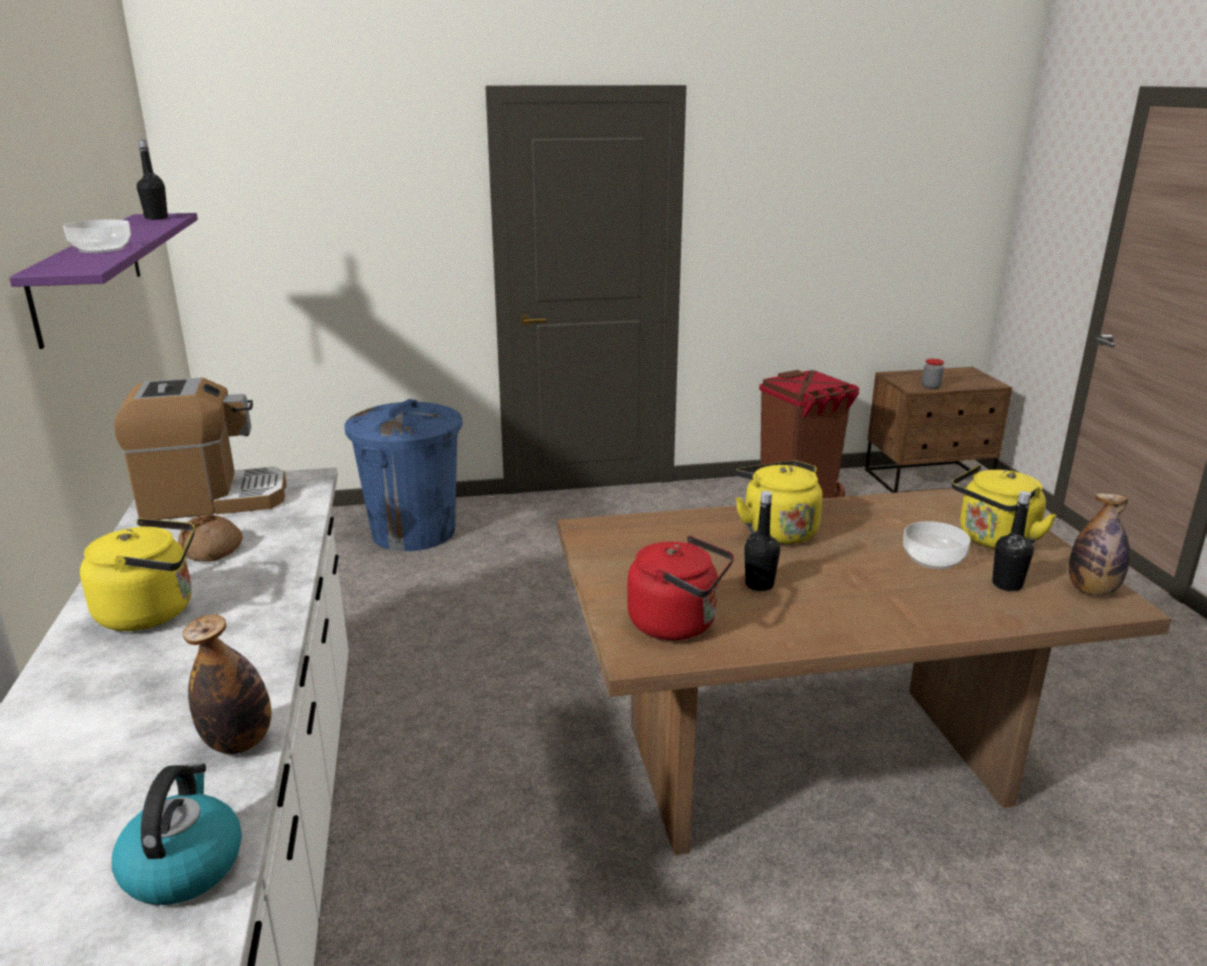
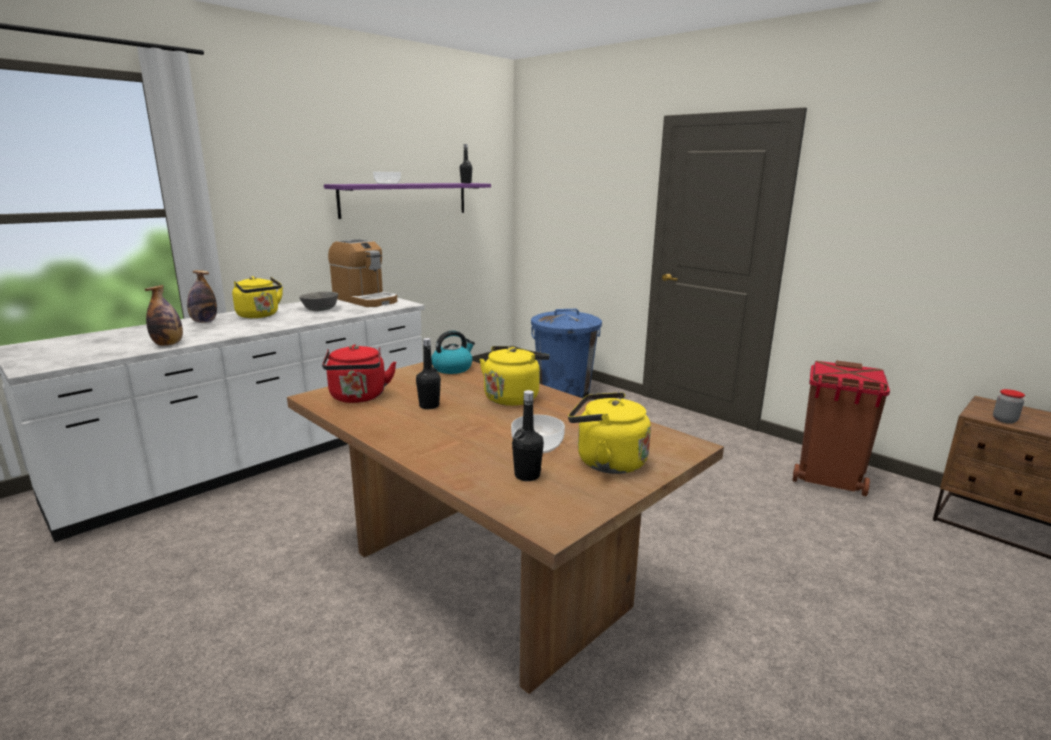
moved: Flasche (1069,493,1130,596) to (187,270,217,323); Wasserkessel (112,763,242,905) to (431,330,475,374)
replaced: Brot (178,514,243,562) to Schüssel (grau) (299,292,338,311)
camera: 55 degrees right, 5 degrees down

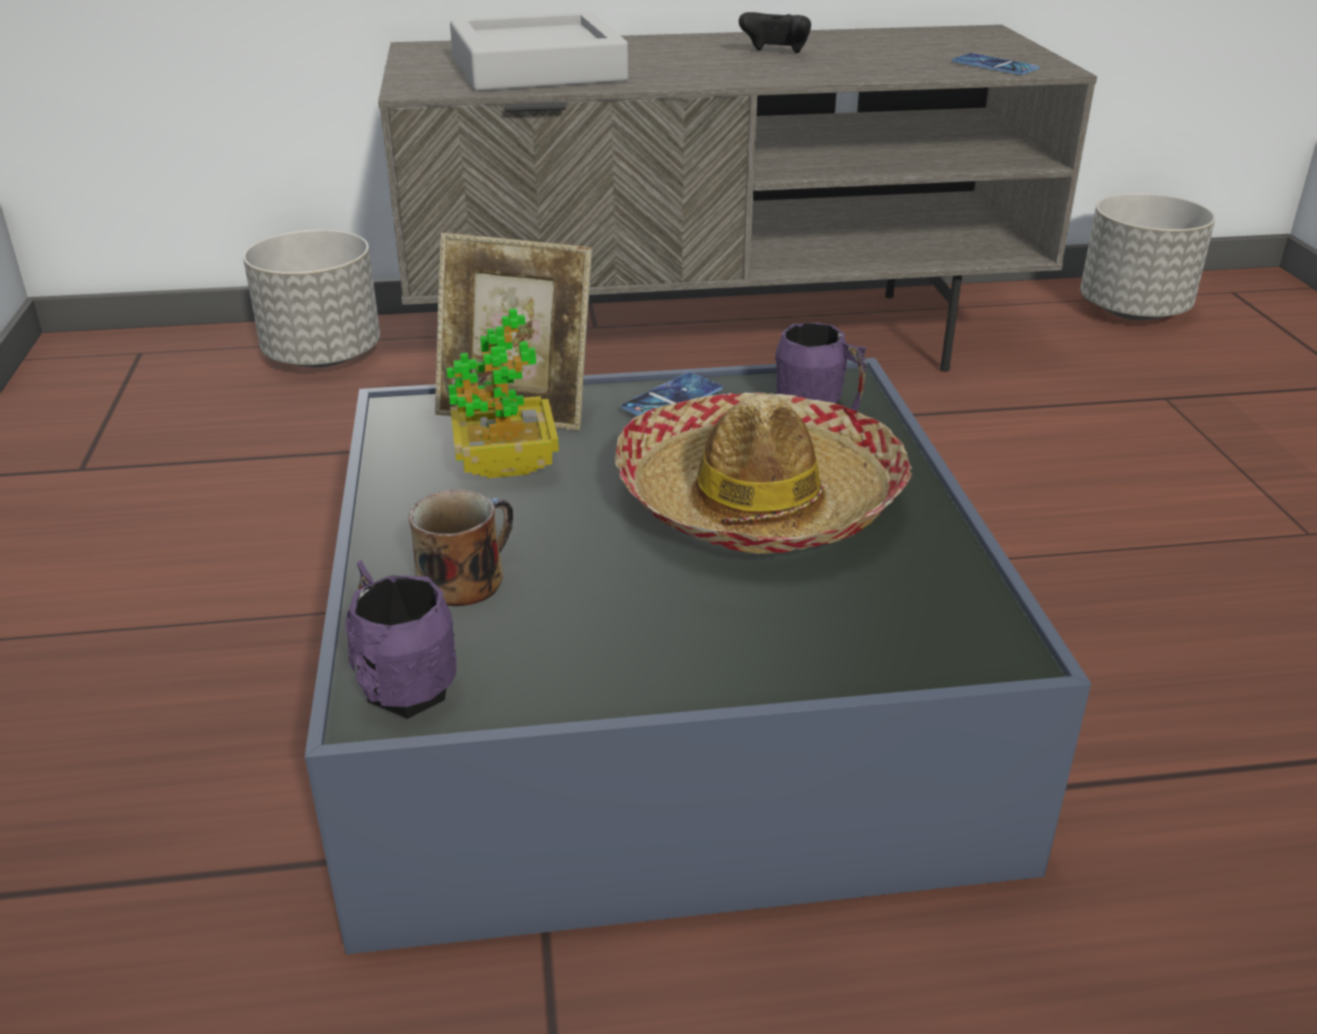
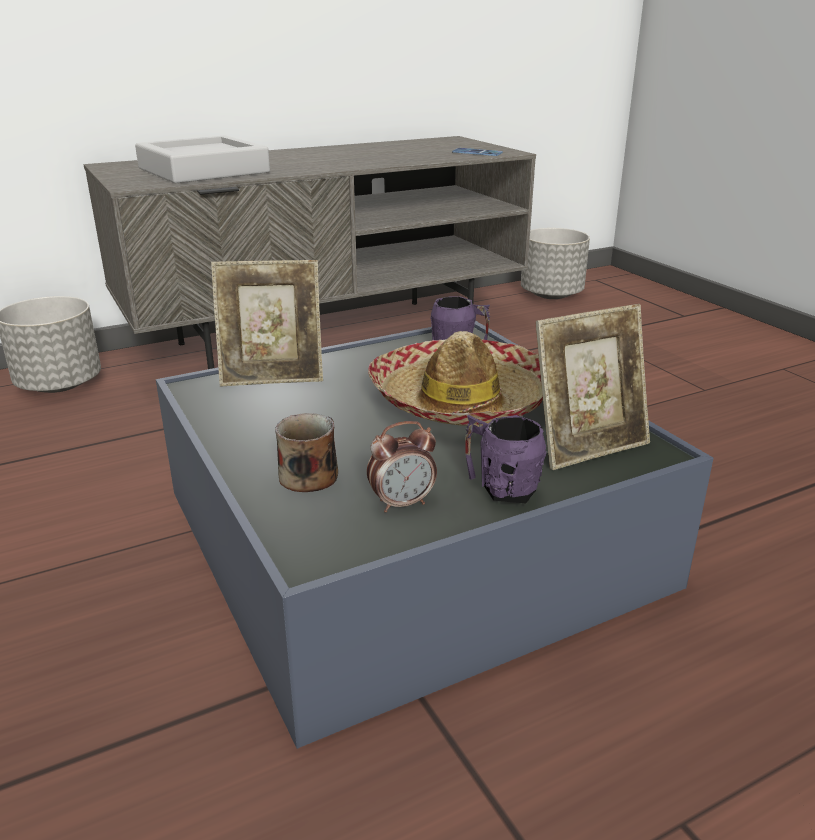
removed: Gamepad (schwarz) (739,12,811,53); Topfpflanze (447,308,559,478); Handy (621,372,722,416)
added: Bilderrahmen (535,304,650,470); Wecker (367,421,437,513)
moved: Henkelbecher (lila) (345,560,457,719) to (466,414,546,503)
camera: 20 degrees left, 5 degrees down

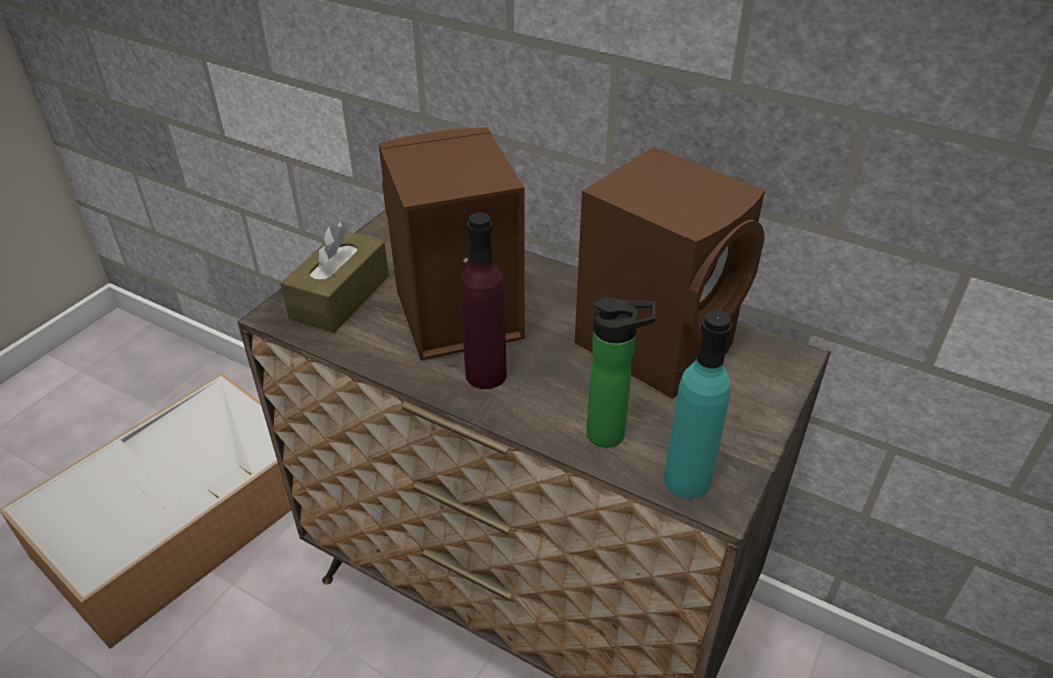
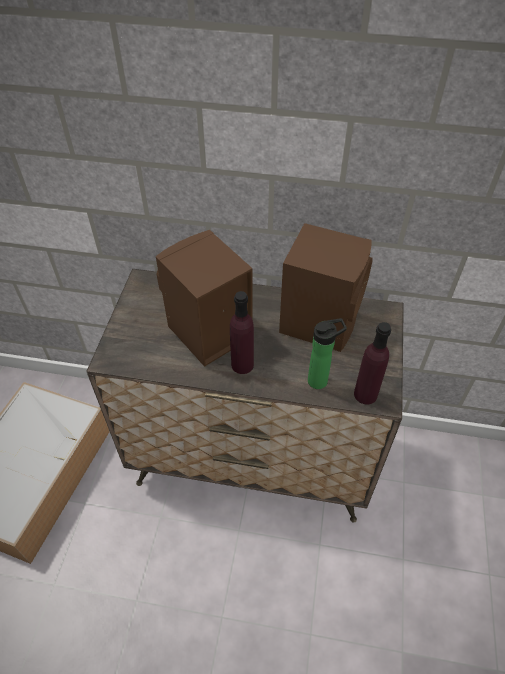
removed: Taschentuchbox (braun) (280,221,389,333)
recoloured: Flasche (türkis) (664,310,732,499) to Flasche (lila) (354,322,391,405)
camera: 20 degrees left, 10 degrees up

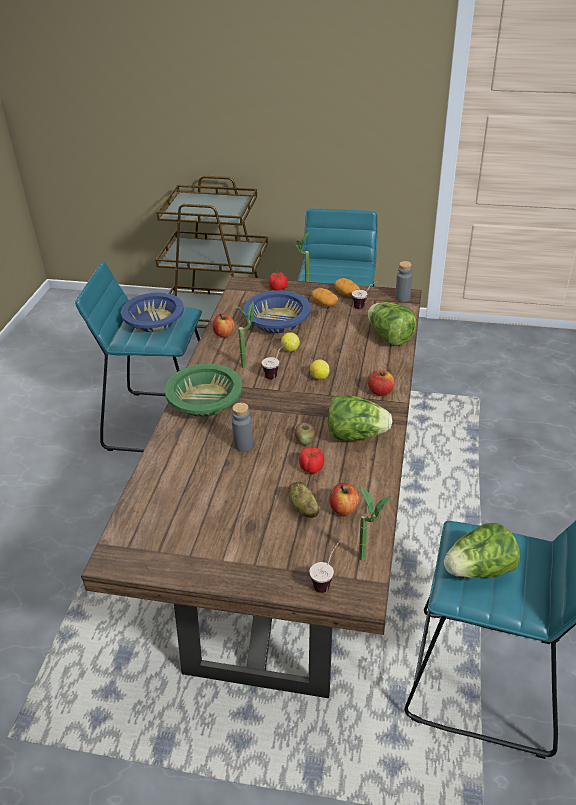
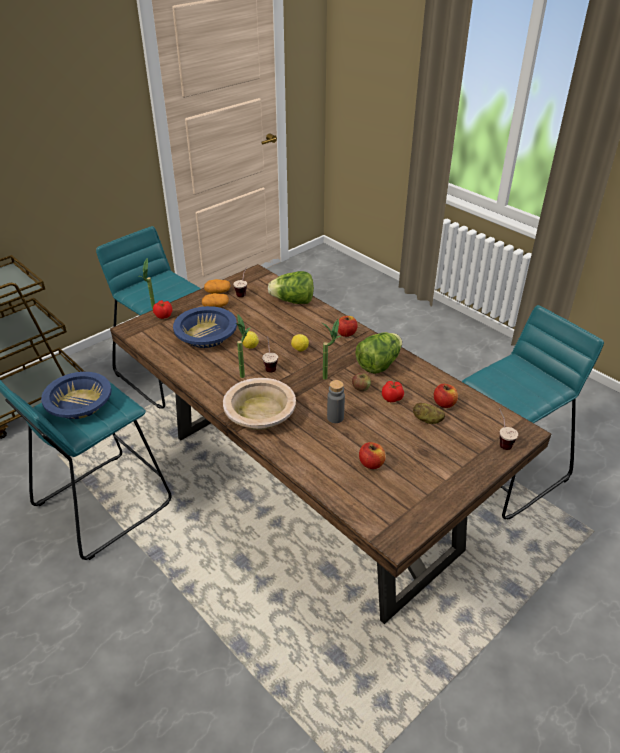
removed: Flasche (grau) (395,261,412,302); Salatkopf (444,523,520,578)
moved: Apfel (212,313,234,337) to (359,442,385,469); Topfpflanze (359,486,391,561) to (322,319,341,380)
recoloured: Schüssel (grün) (165,364,243,417) to Schüssel (beige) (223,378,296,430)
camera: 55 degrees left, 0 degrees up

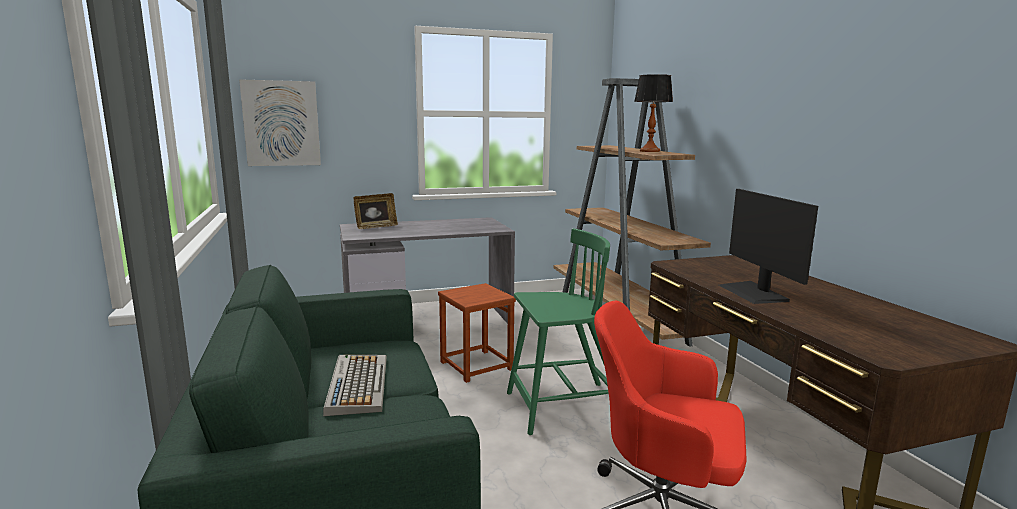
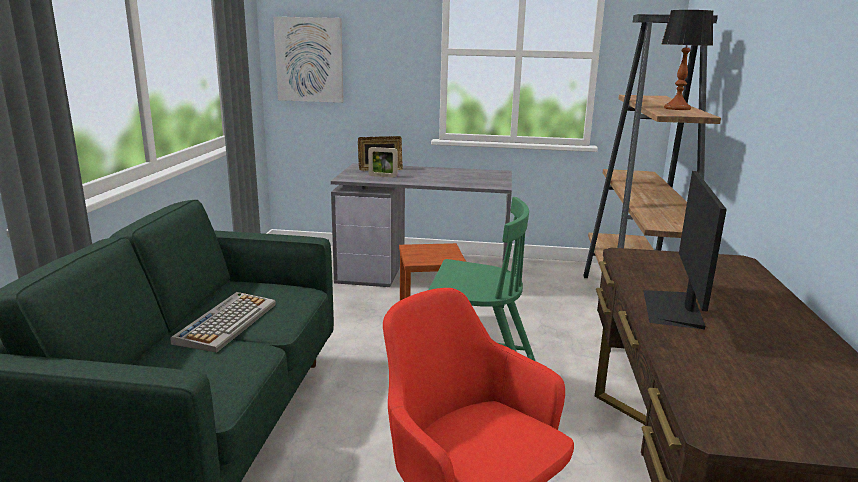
added: Bilderrahmen (368,147,398,178)
camera: 25 degrees right, 5 degrees up

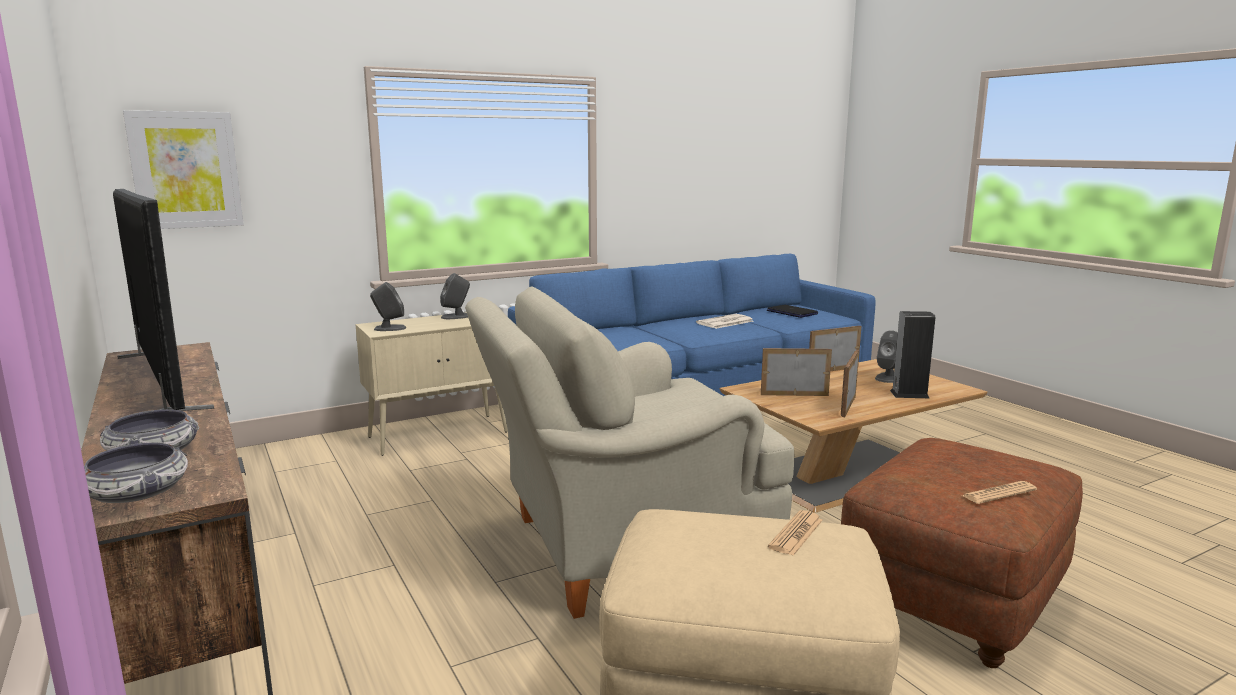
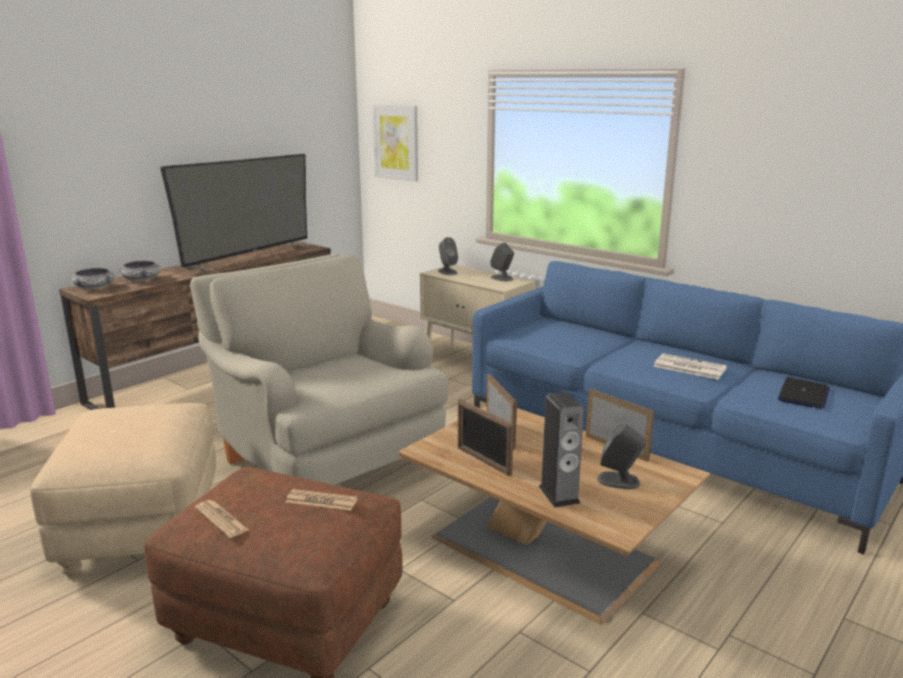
moved: Zeitung (768,510,823,556) to (286,489,358,511)
turned: Bilderrahmen (841,350,859,417) = (458,399,514,476) 135 degrees counterclockwise
camera: 70 degrees right, 5 degrees up

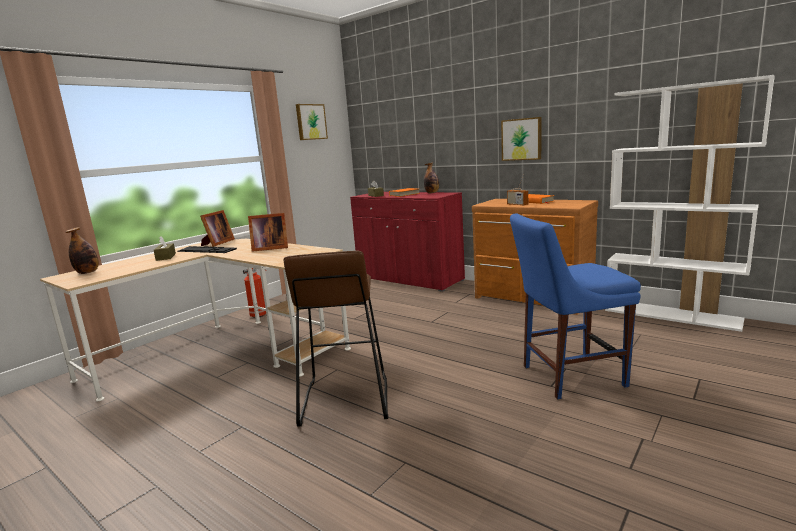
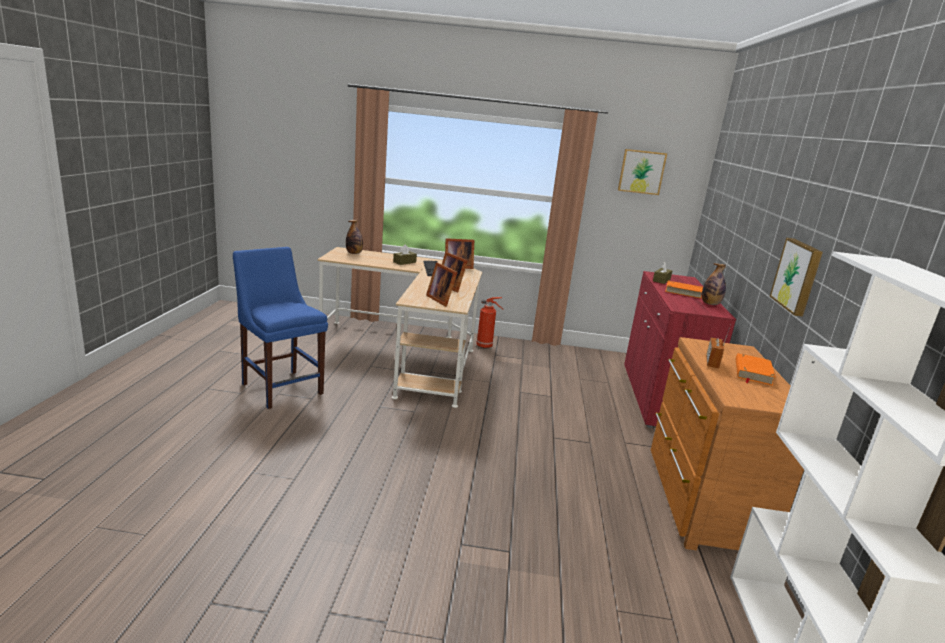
removed: Hocker (braun) (284,250,388,427)
added: Bilderrahmen (426,262,458,307)
moved: Stuhl (blau) (510,214,641,399) to (233,247,328,409)
camera: 55 degrees right, 5 degrees up

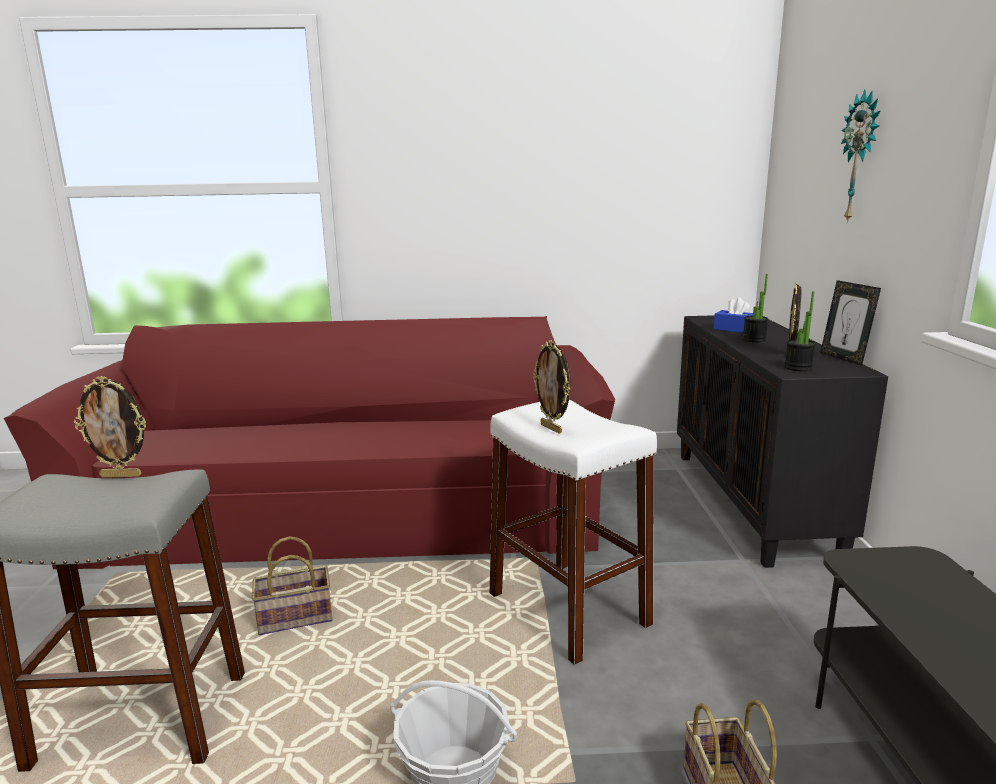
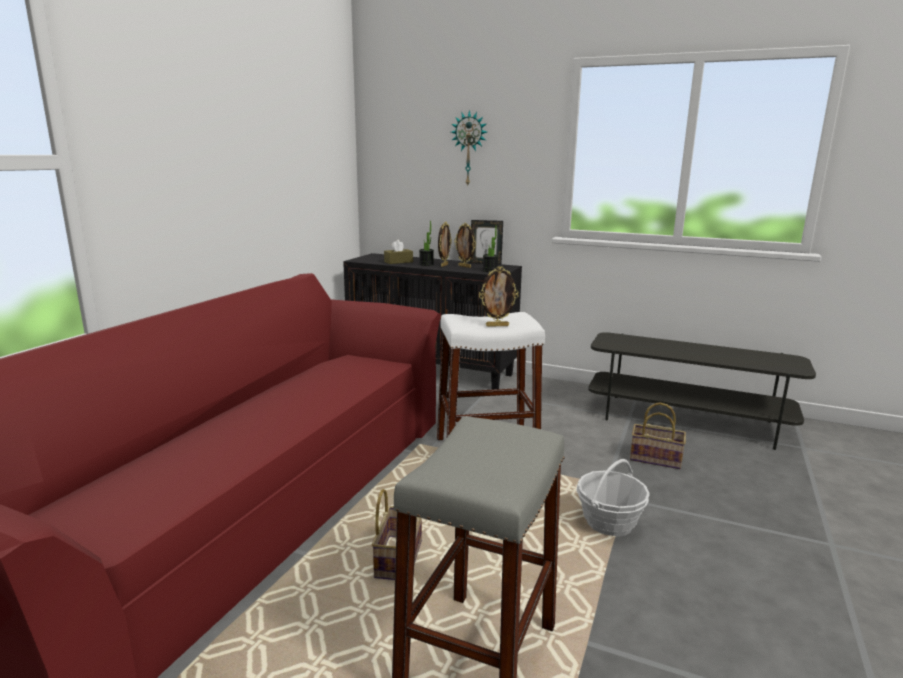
moved: Bilderrahmen (74,376,146,478) to (438,222,452,267)
recoloured: Taschentuchbox (blau) (714,297,753,333) to Taschentuchbox (braun) (384,240,413,264)
camera: 65 degrees left, 0 degrees up

